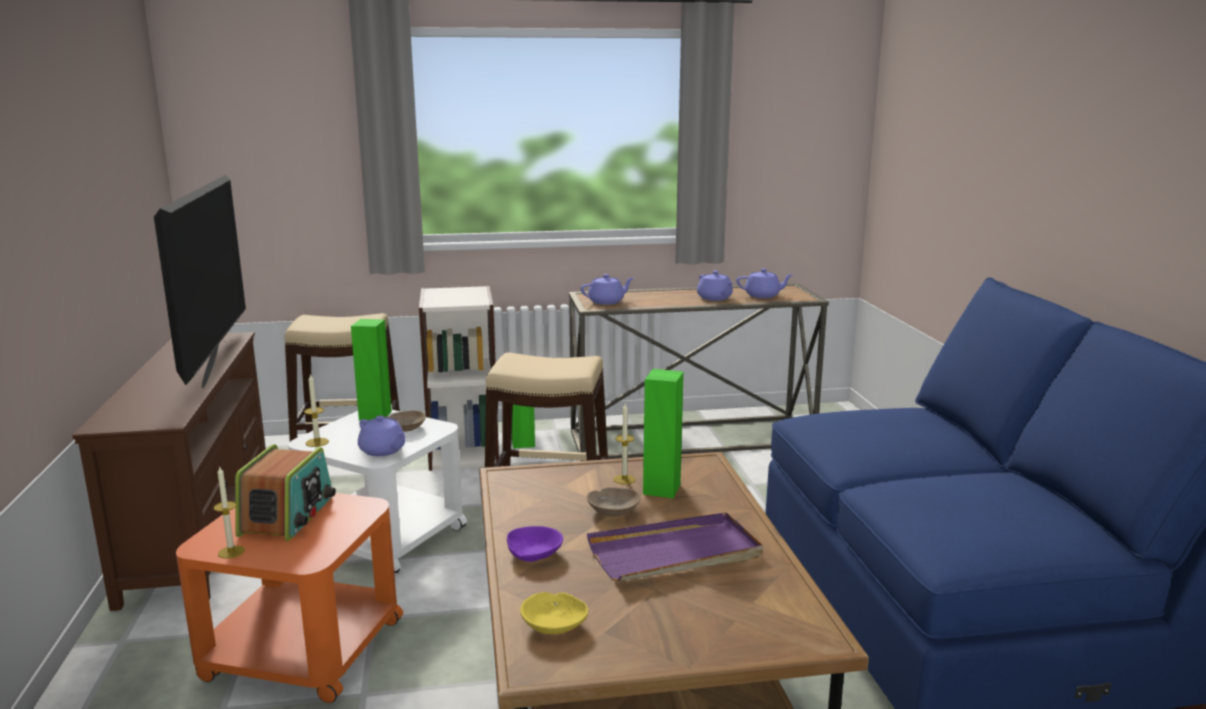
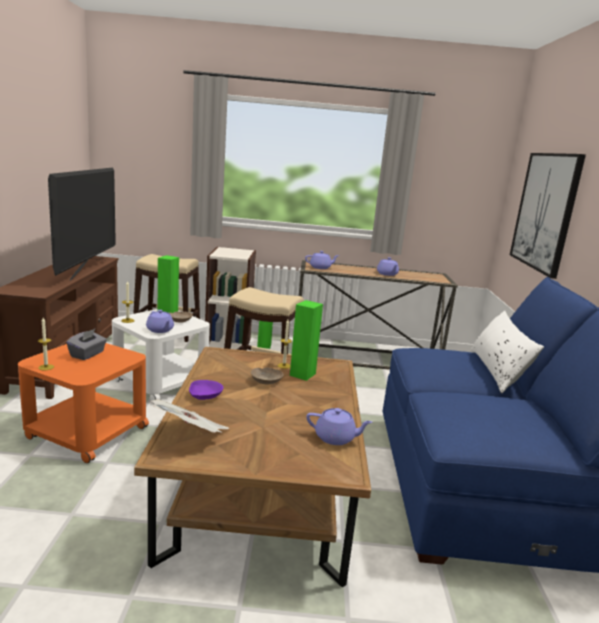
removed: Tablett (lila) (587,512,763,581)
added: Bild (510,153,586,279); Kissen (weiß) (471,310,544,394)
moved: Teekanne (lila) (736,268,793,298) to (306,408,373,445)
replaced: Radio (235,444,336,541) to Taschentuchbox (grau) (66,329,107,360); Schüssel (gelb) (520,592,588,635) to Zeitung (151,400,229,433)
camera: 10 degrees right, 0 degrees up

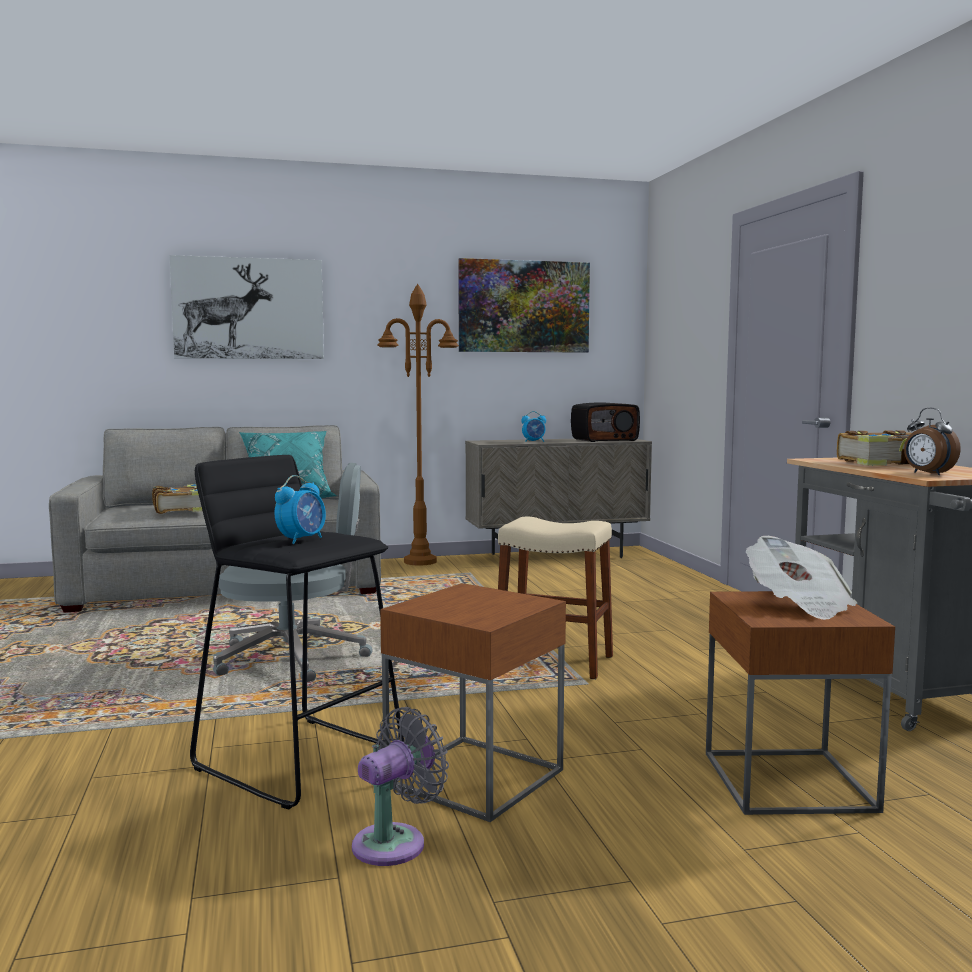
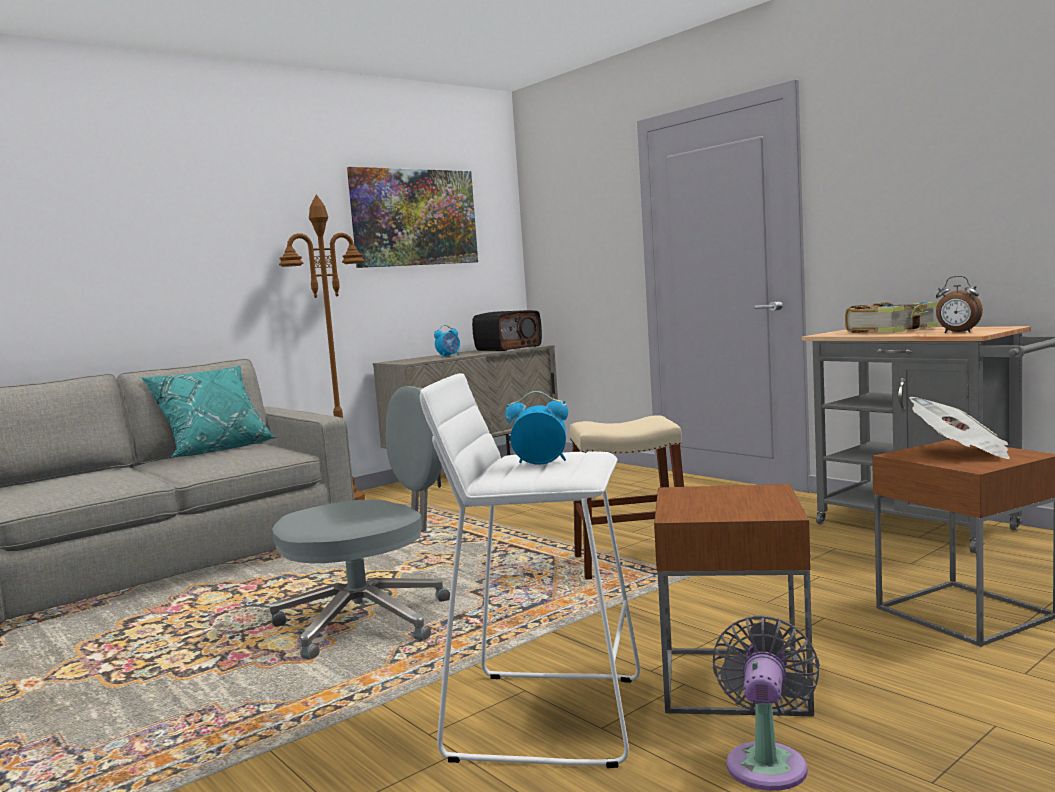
removed: Bild (170,255,324,359); Buch (152,484,202,514)
recoloured: Hocker (schwarz) (190,455,404,809) to Hocker (weiß) (420,373,640,768)
turned: Wecker (274,475,326,544) = (505,391,568,465) 90 degrees counterclockwise
camera: 25 degrees left, 0 degrees up

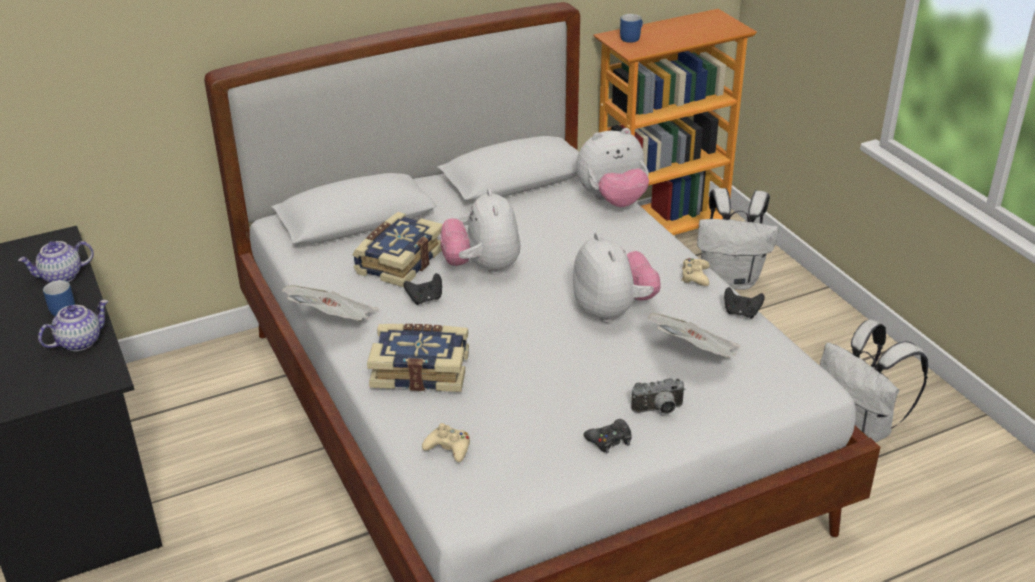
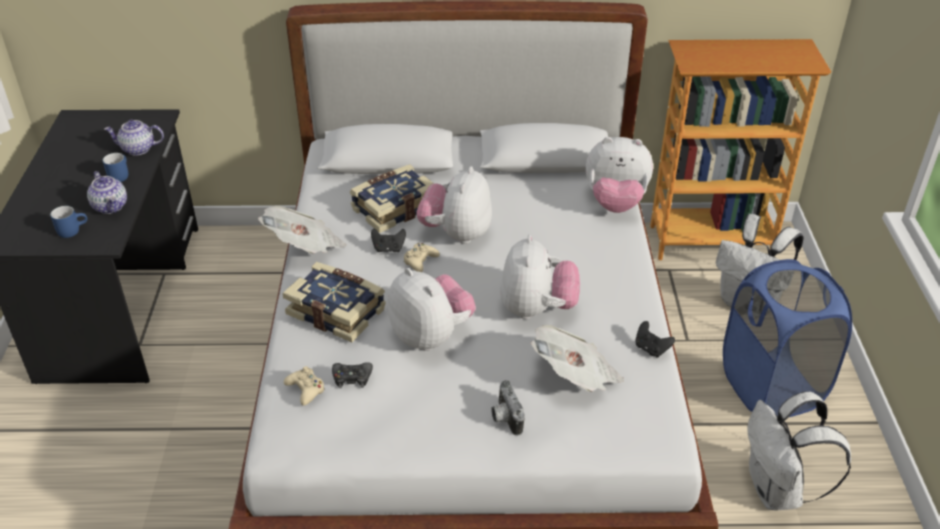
added: Wäschekorb (blau) (723,259,852,417); Plüschtier (387,267,476,351)
moved: Henkelbecher (blau) (620,14,643,43) to (50,206,87,238); Gamepad (beige) (681,258,710,286) to (404,243,440,272); Gamepad (schwarz) (584,419,632,453) to (332,362,373,388)
turned: Teekanne (38,300,109,351) = (87,171,127,214) 75 degrees clockwise; Kamera (631,378,685,414) = (491,380,525,435) 60 degrees clockwise
camera: 25 degrees right, 5 degrees up

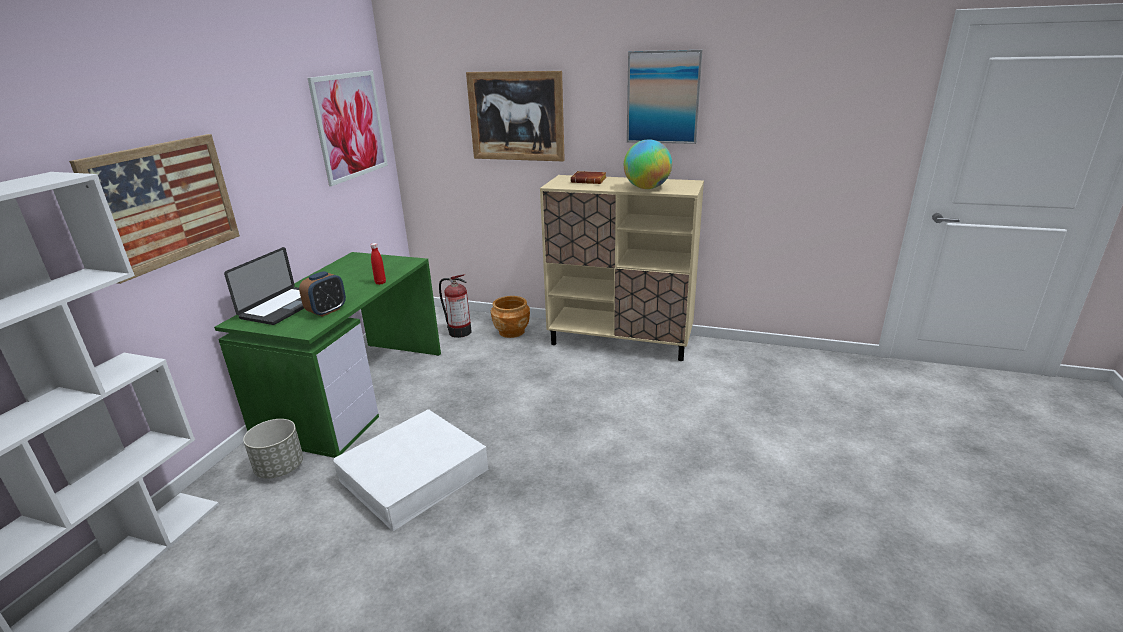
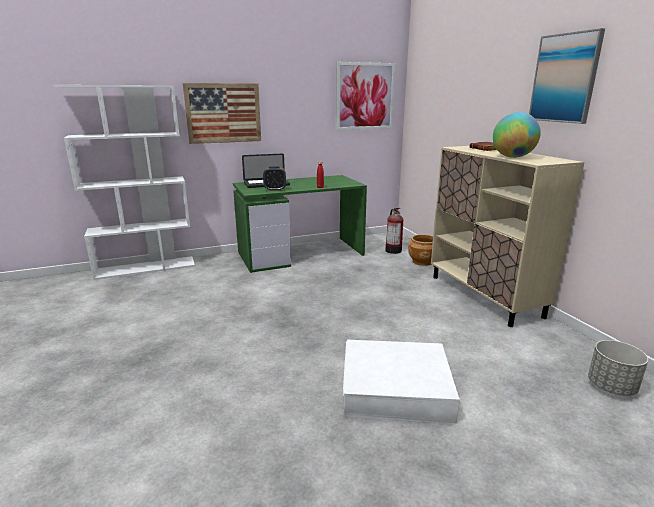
removed: Bild (466,71,565,161)
moved: Aufbewahrungsbox (weiß) (333,409,488,531) to (343,340,460,423); Pflanzkübel (grau) (243,419,303,479) to (588,340,648,396)
camera: 50 degrees right, 5 degrees down

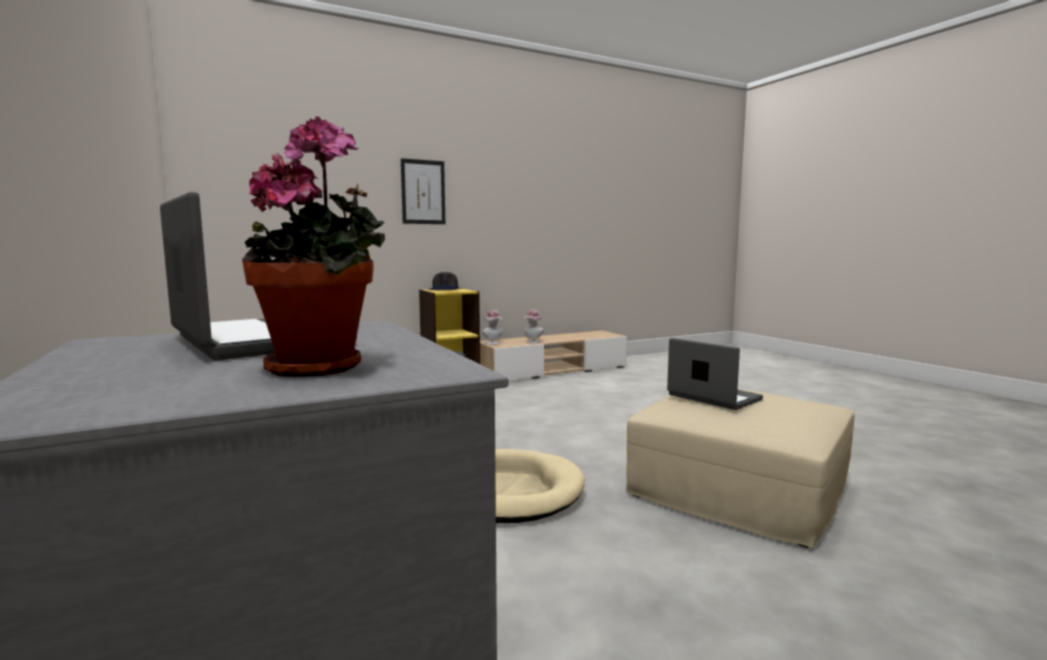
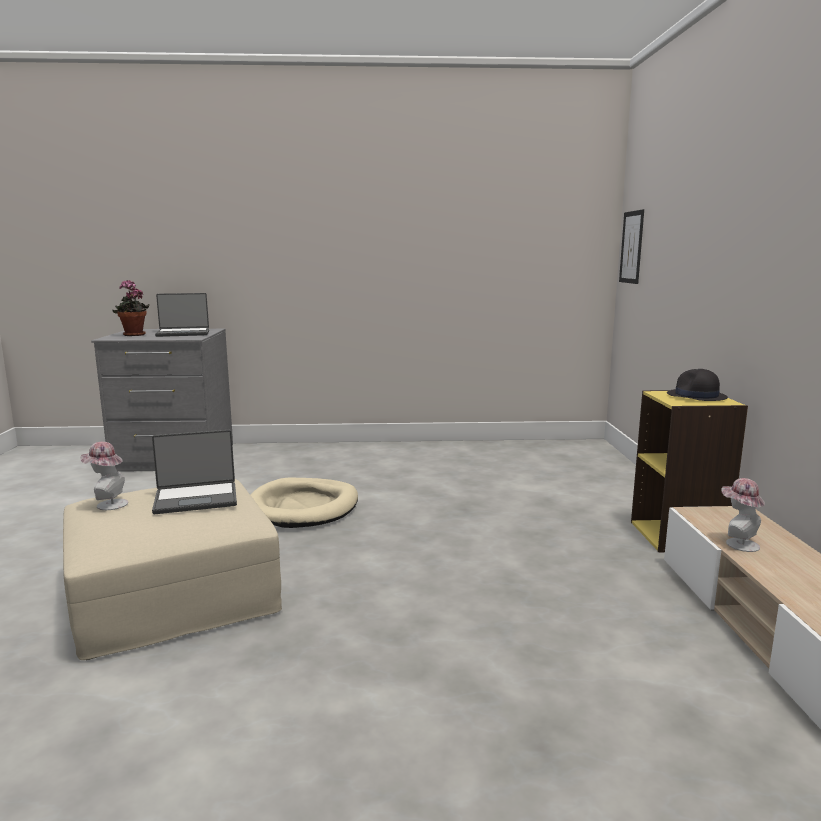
moved: Bild (401,158,445,224) to (619,209,644,284); Hut (482,310,503,344) to (80,442,128,510)
camera: 115 degrees right, 5 degrees up

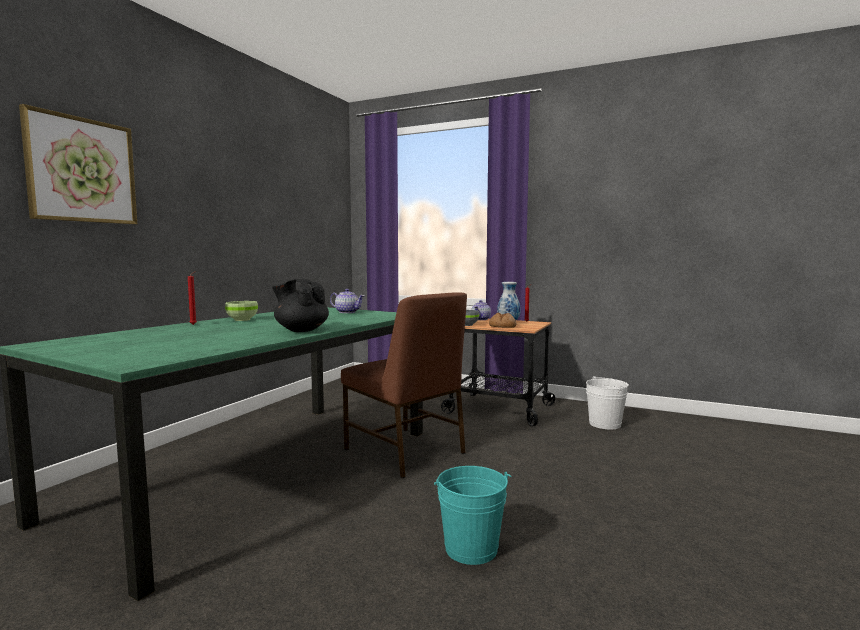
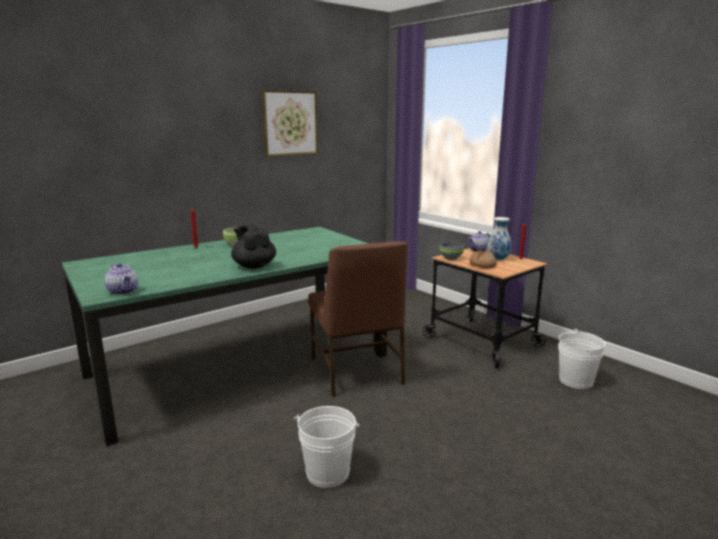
moved: Bild (19,104,137,225) to (262,90,319,157); Teekanne (330,289,364,313) to (105,263,138,295)
recoloured: Eimer (türkis) (434,466,511,565) to Eimer (weiß) (294,406,359,488)
camera: 25 degrees right, 10 degrees up

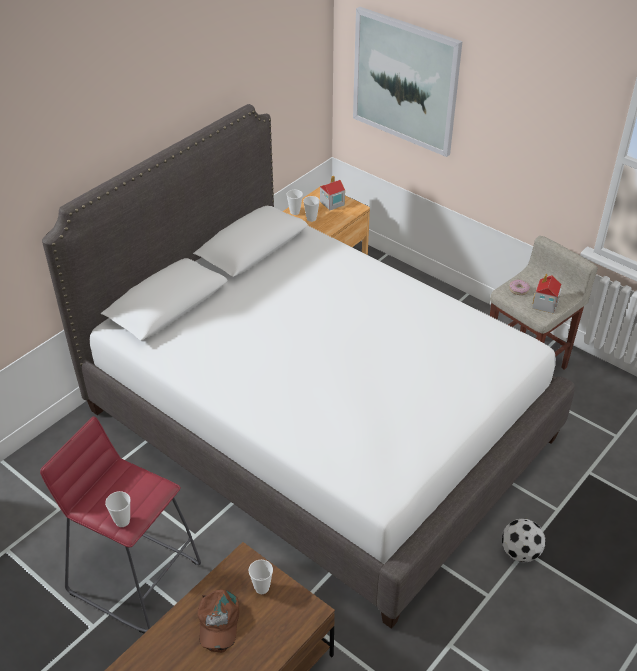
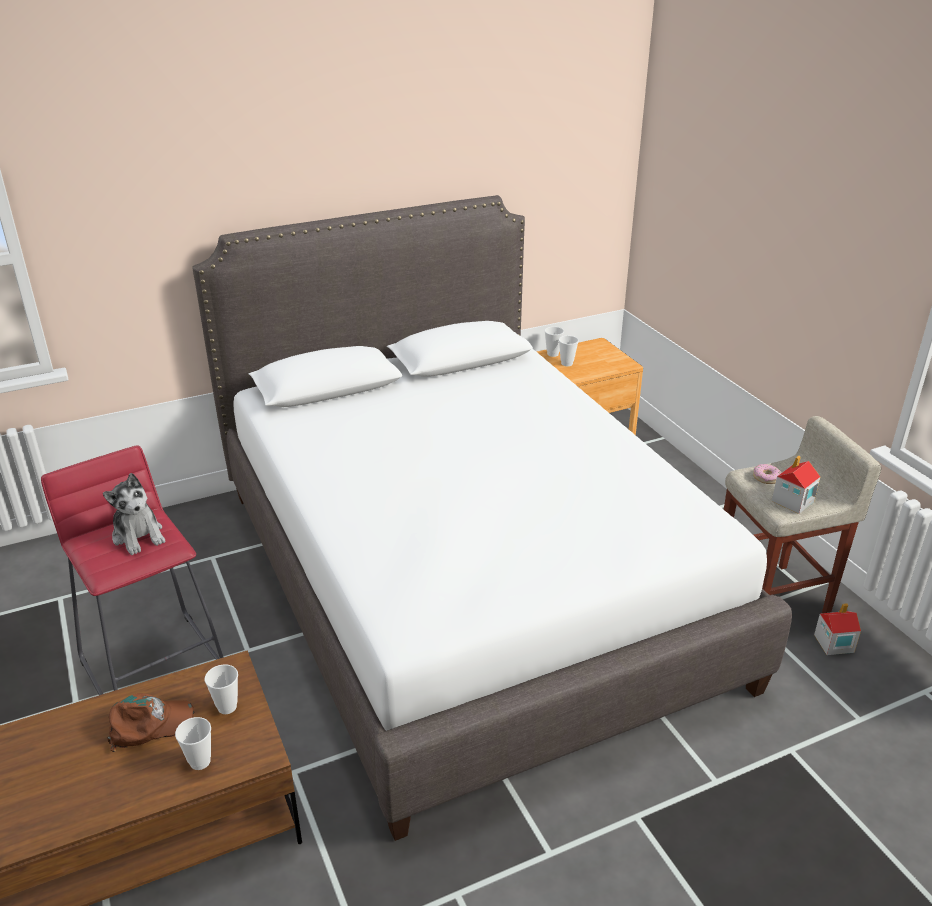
removed: Bild (353,7,462,157); Fußball (502,518,545,562)
added: Plüschtier (103,473,165,555)
moved: Spielzeughaus (320,176,345,211) to (814,603,861,655); Tasse (105,491,131,527) to (175,717,211,770)
turned: Kappe (braun) (198,589,239,653) = (108,693,194,752) 135 degrees counterclockwise
camera: 25 degrees right, 10 degrees down

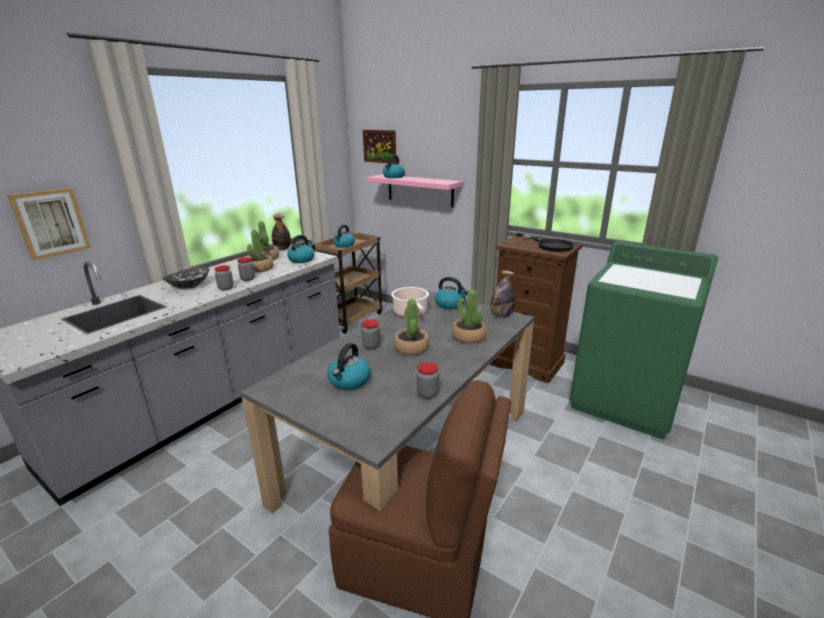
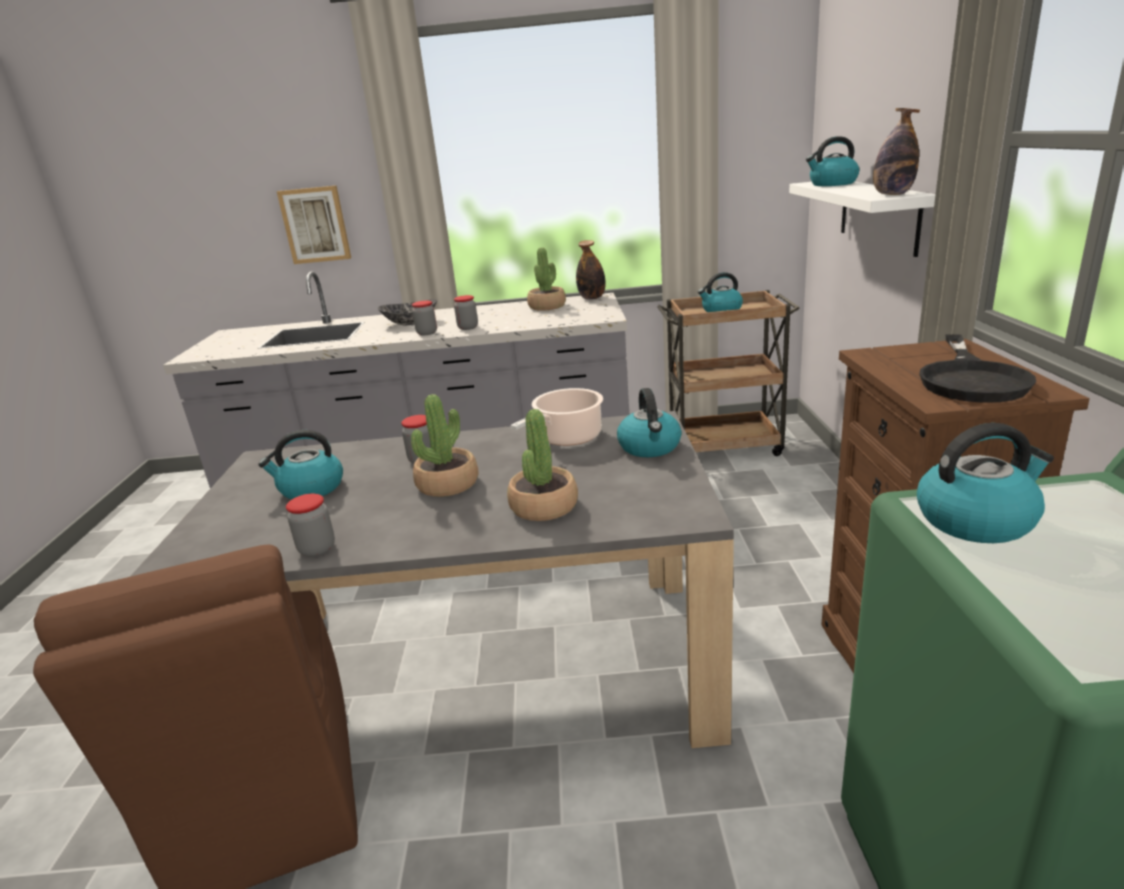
removed: Bild (363,130,396,163); Topfpflanze (247,230,274,272)
moved: Wasserkessel (287,235,315,263) to (917,423,1054,543); Flasche (490,271,515,317) to (873,108,920,195)
recoloured: Wandregal (rosa) (366,174,463,207) to Wandregal (weiß) (789,182,936,257)
camera: 55 degrees right, 0 degrees up

